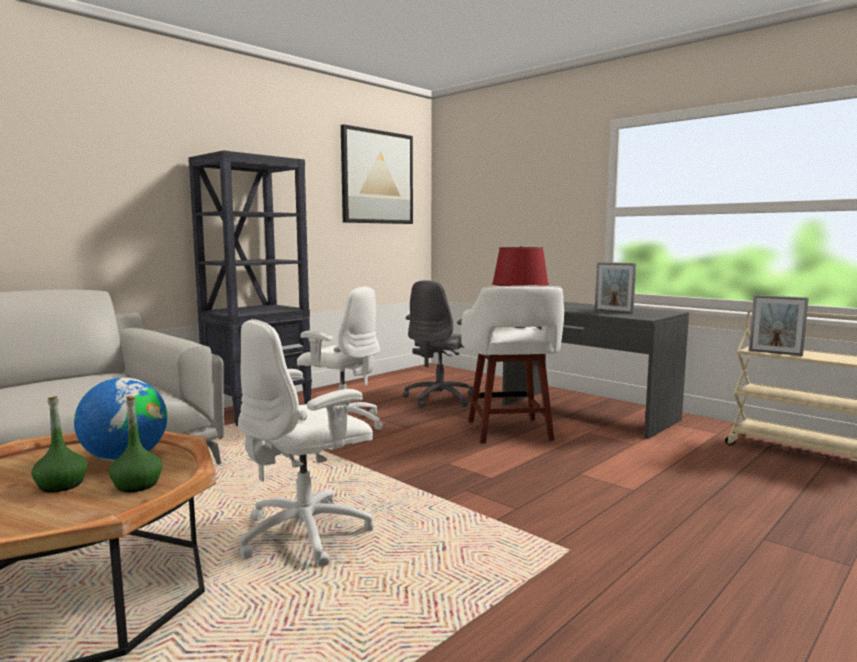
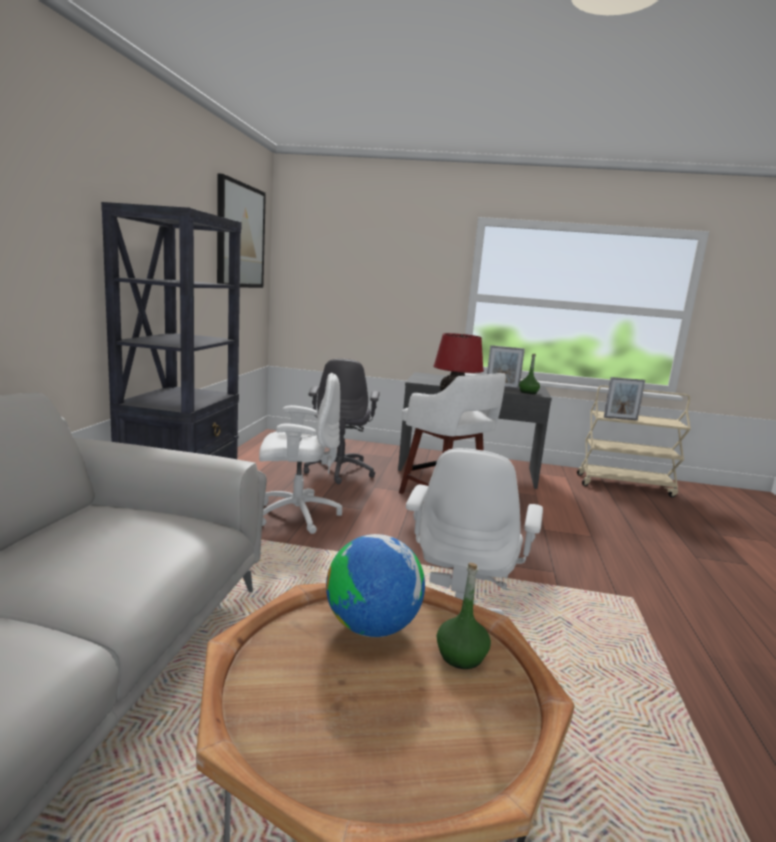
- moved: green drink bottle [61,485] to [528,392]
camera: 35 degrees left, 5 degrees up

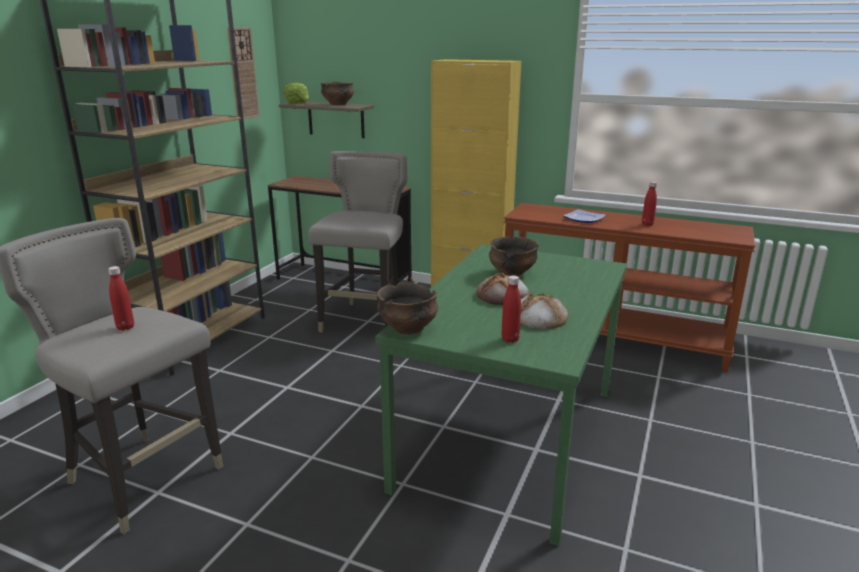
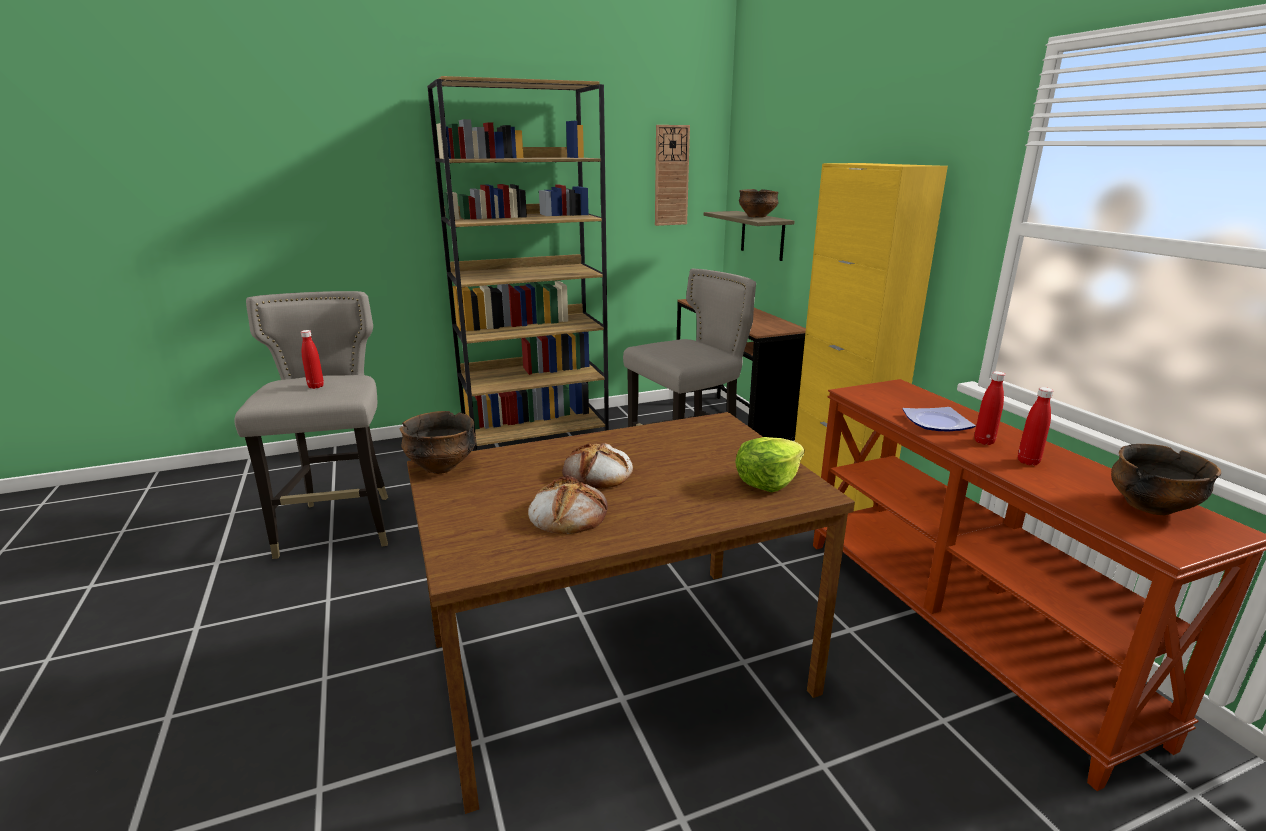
- moved: lettuce [297,102] to [767,481]
- recoloured: green dinner table [508,436] to brownish dinner table [620,664]
- moved: deep dish [511,273] to [1150,507]
- moved: reddish drink bottle [510,339] to [984,441]
camera: 45 degrees right, 0 degrees up

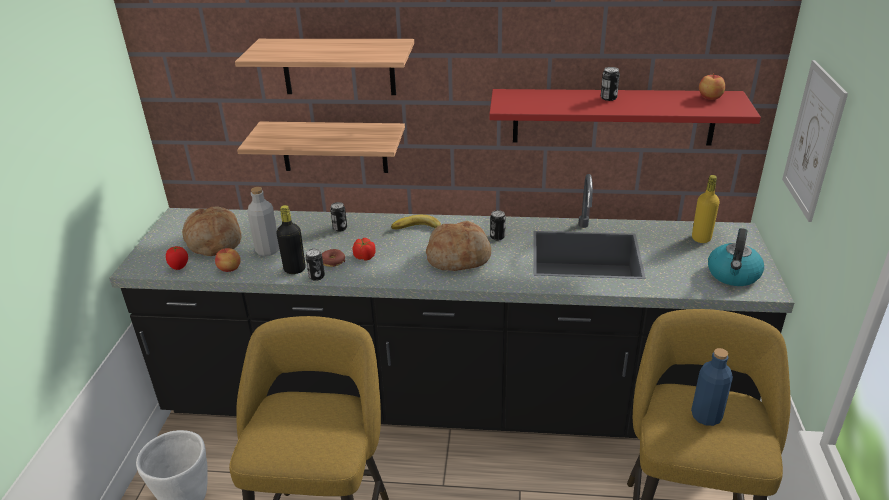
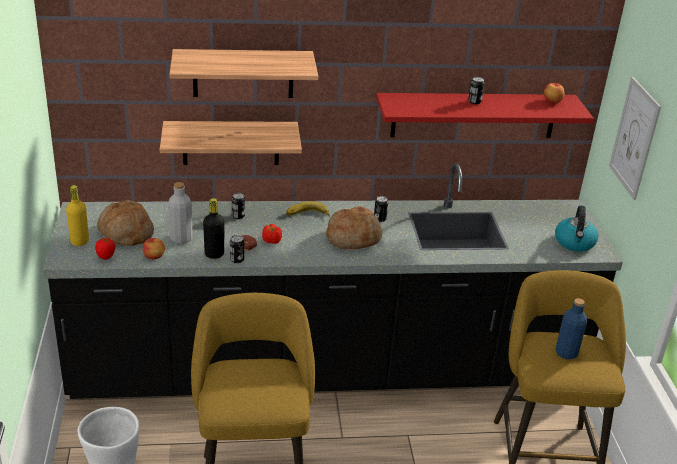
- moved: yellowish drink bottle [701,238] to [79,241]
camera: 15 degrees left, 0 degrees up

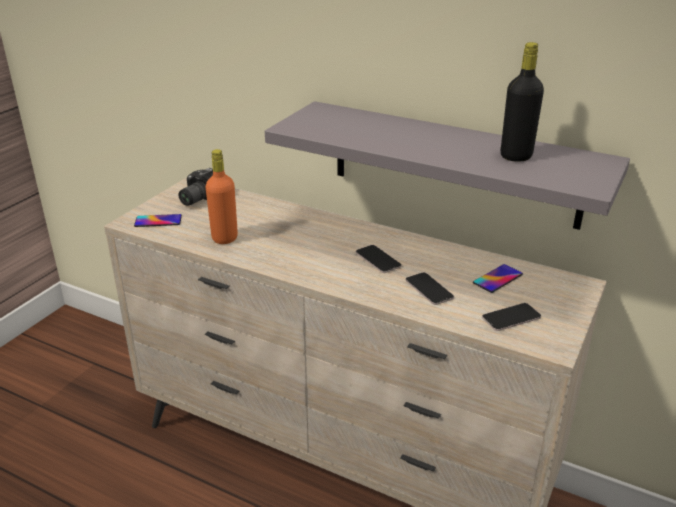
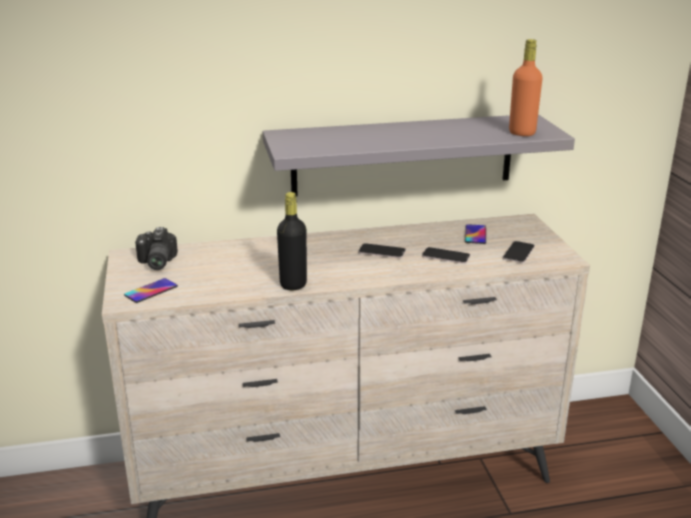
- moved: orangey drink bottle [224,238] to [522,133]
- moved: black-coloured drink bottle [516,156] to [293,284]
camera: 40 degrees left, 5 degrees down

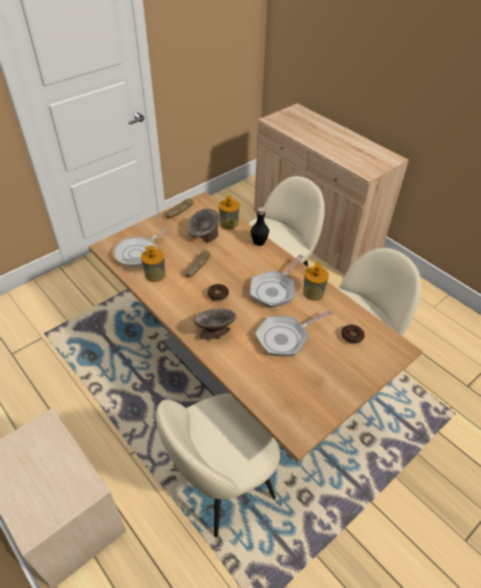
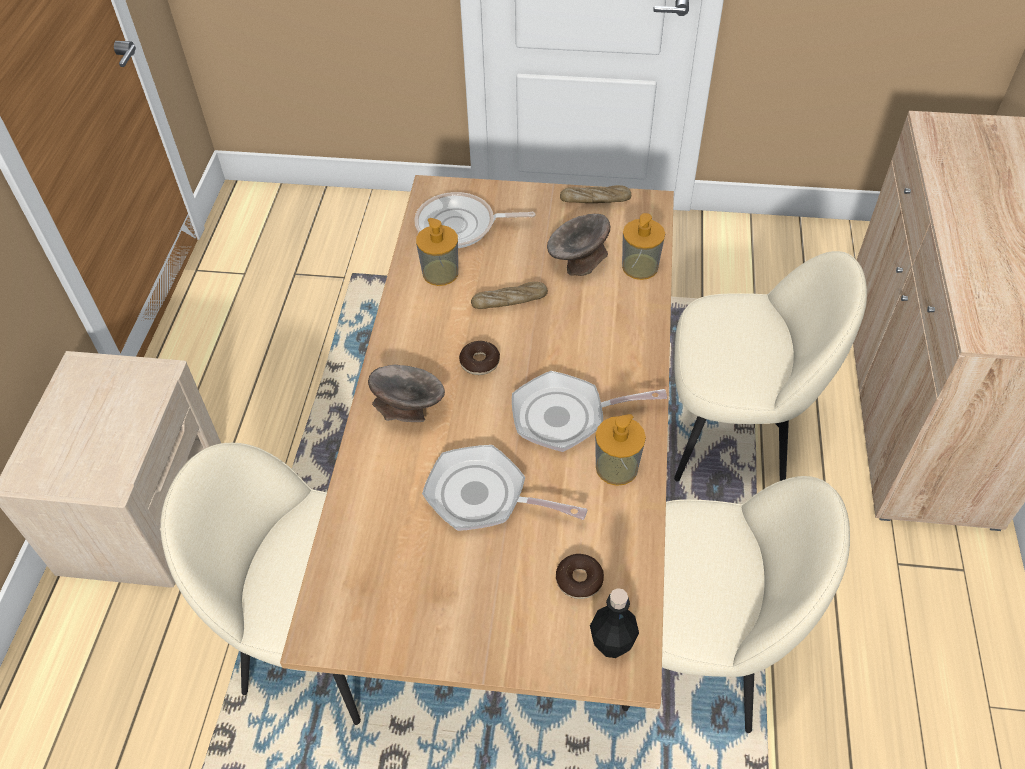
- moved: black-coloured drink bottle [259,242] to [612,644]
camera: 50 degrees right, 5 degrees up

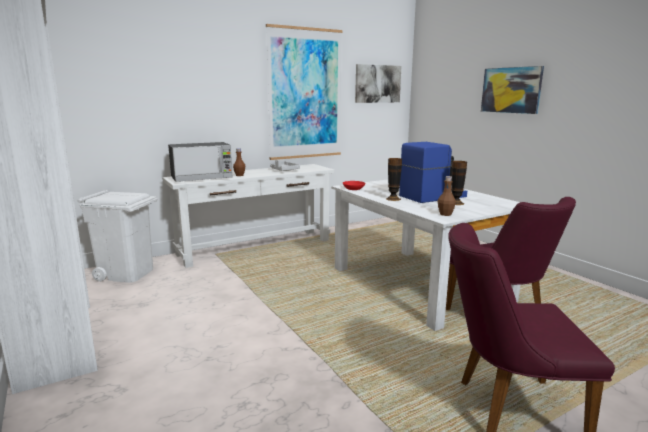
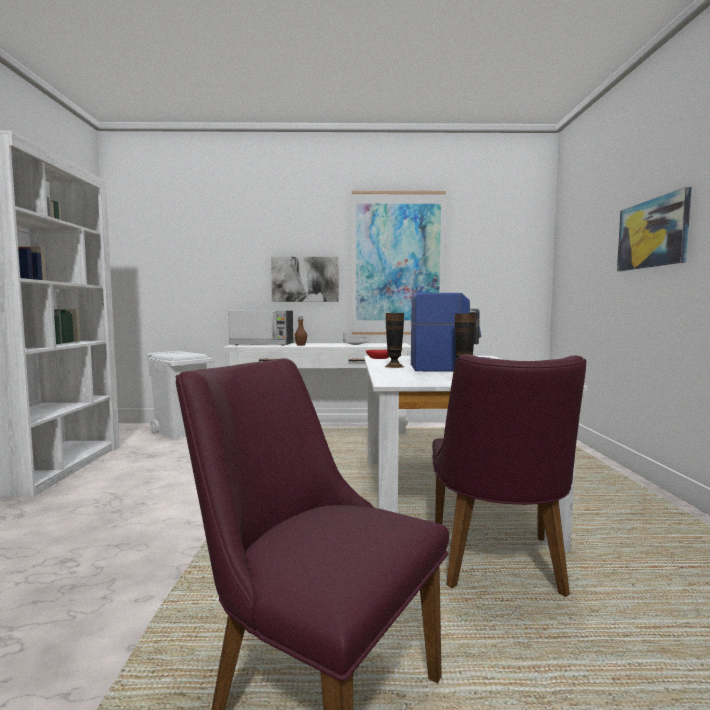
- moved: picture [377,84] to [305,279]
- removed: brownish drink bottle [445,214]
camera: 30 degrees right, 10 degrees down

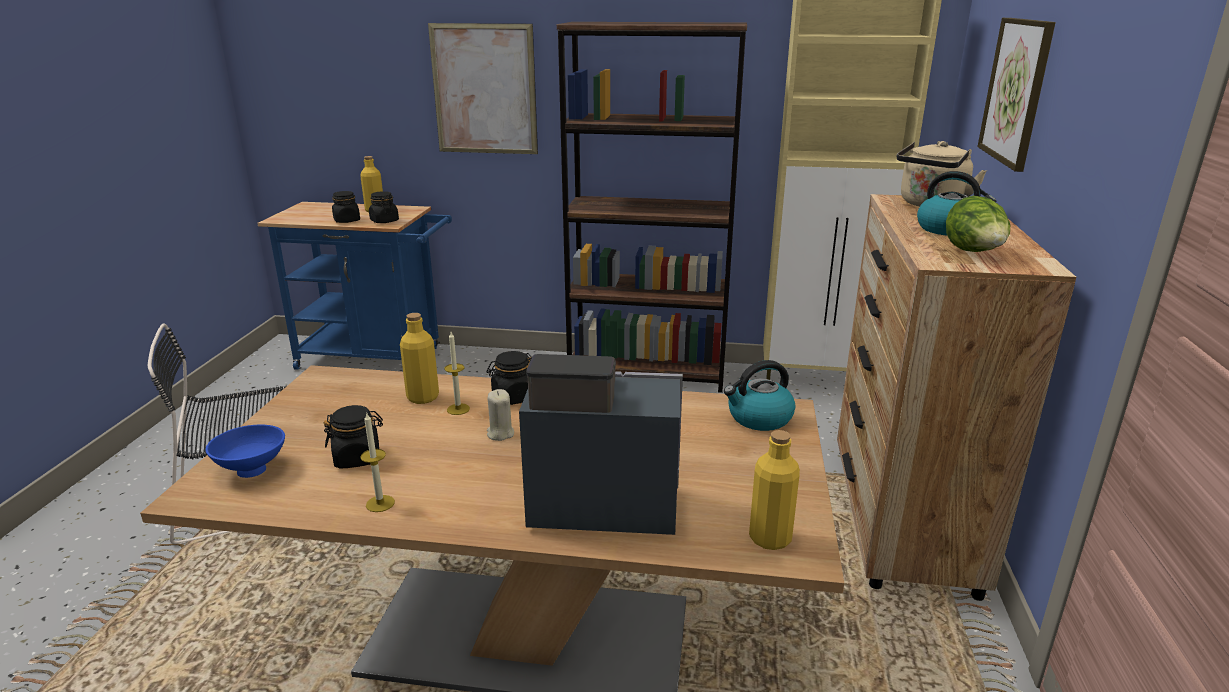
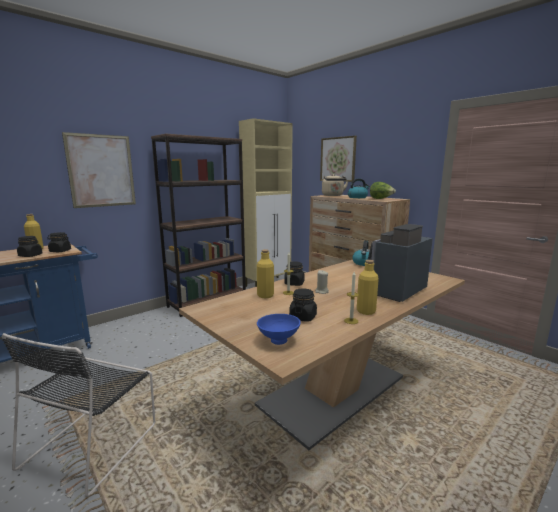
- moved: yellowish drink bottle [770,538] to [366,311]
camera: 50 degrees left, 10 degrees down

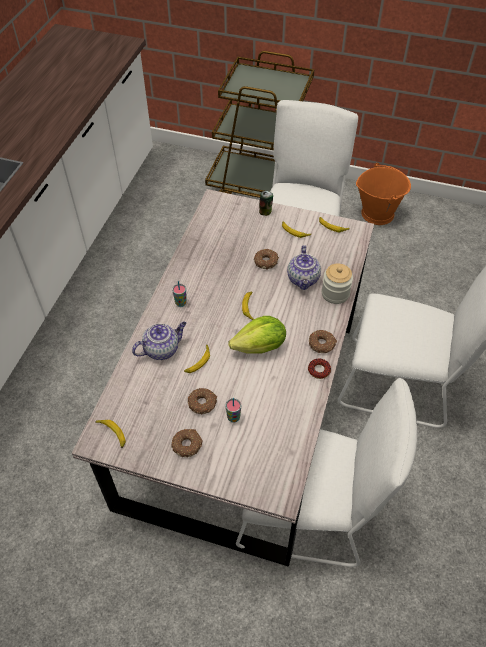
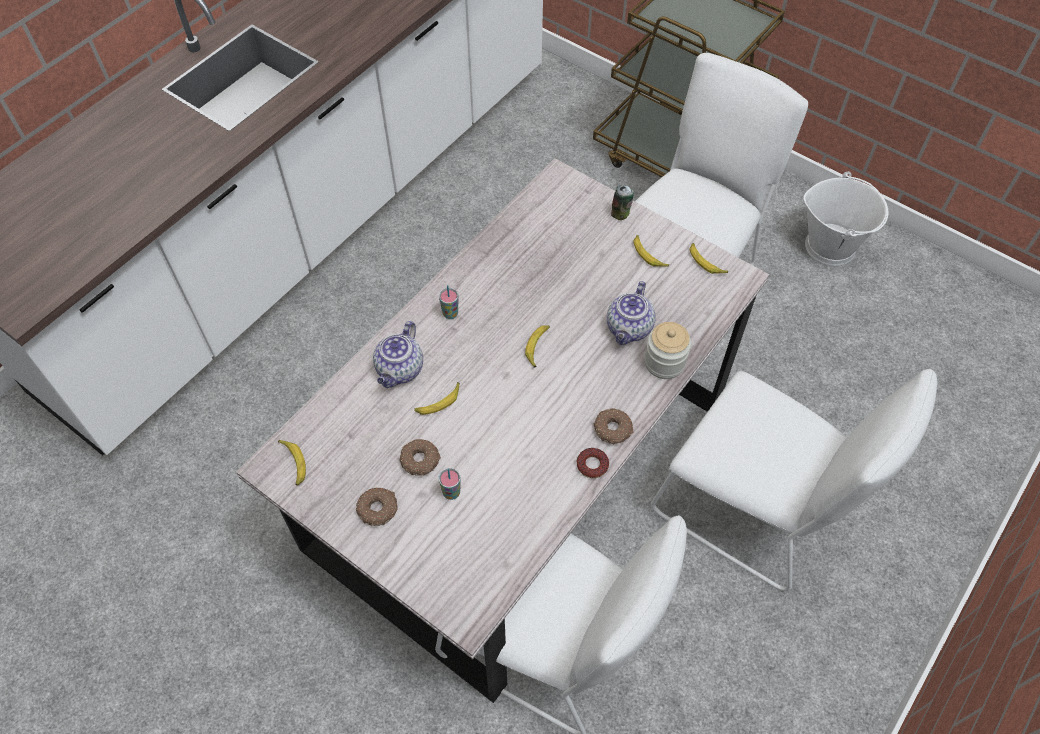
- turned: pot for tea [162,349] = [400,370] 120 degrees clockwise
- removed: lettuce [260,347]
- removed: ring doughnut [266,261]
- recoloured: orangey pail [377,213] to white pail [830,246]
camera: 20 degrees right, 5 degrees up

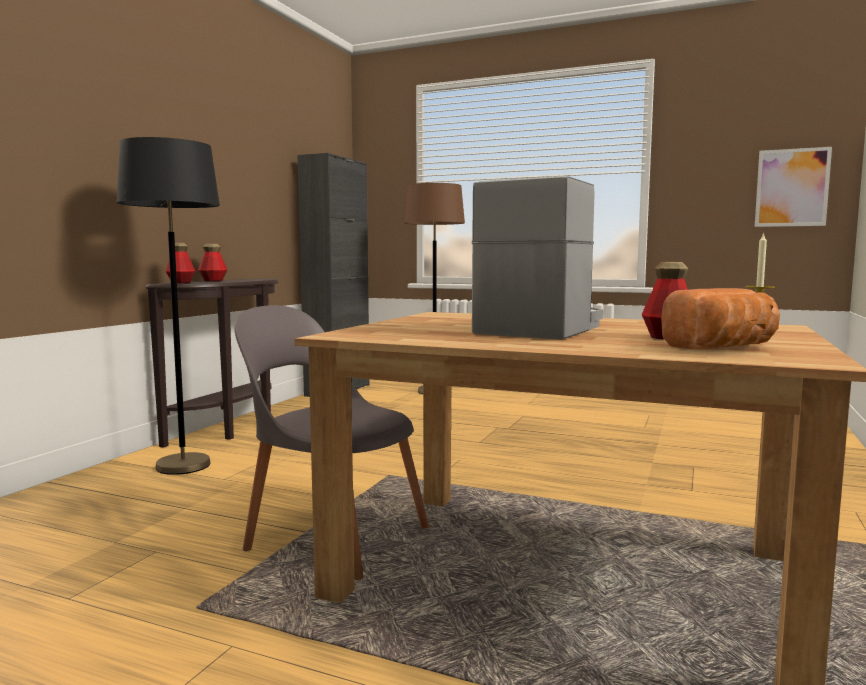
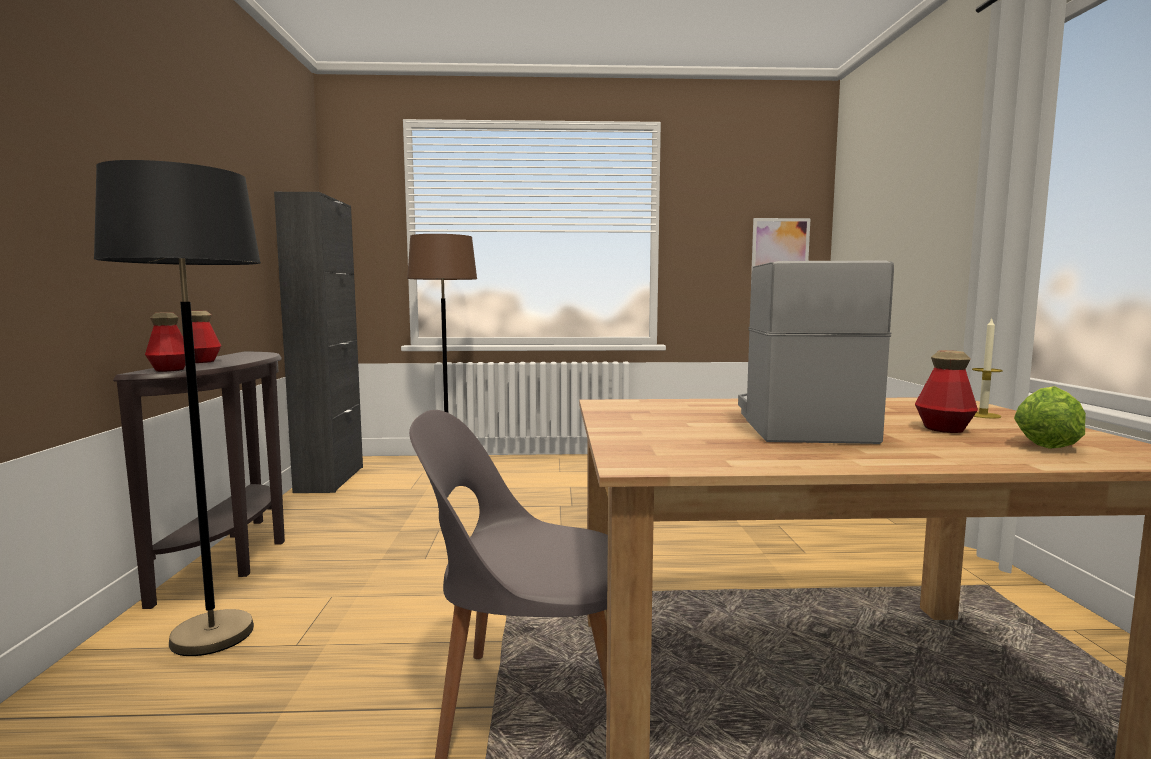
- replaced: bread [724,348] to lettuce [1046,443]
camera: 25 degrees left, 0 degrees up

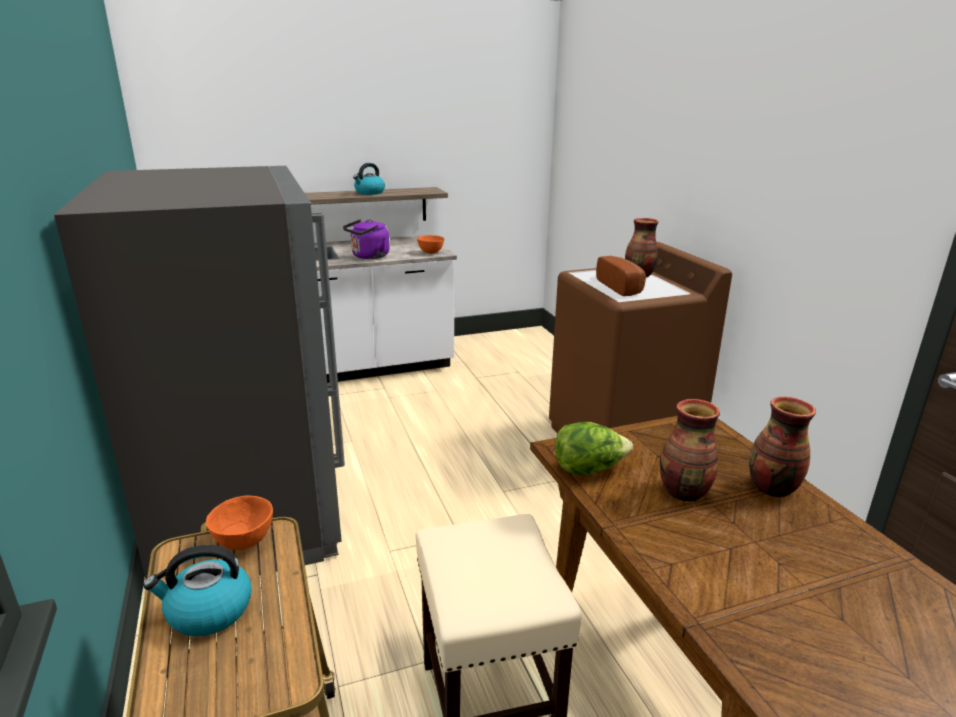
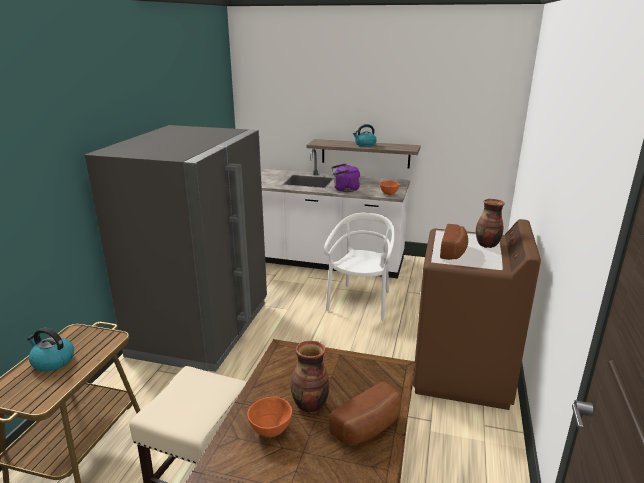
- moved: orangey deep dish [243,542] to [270,430]
- removed: lettuce [588,469]
- replaced: decorative vase [771,488] to bread [369,428]
- added: white upright chair [360,302]
camera: 35 degrees right, 0 degrees up

